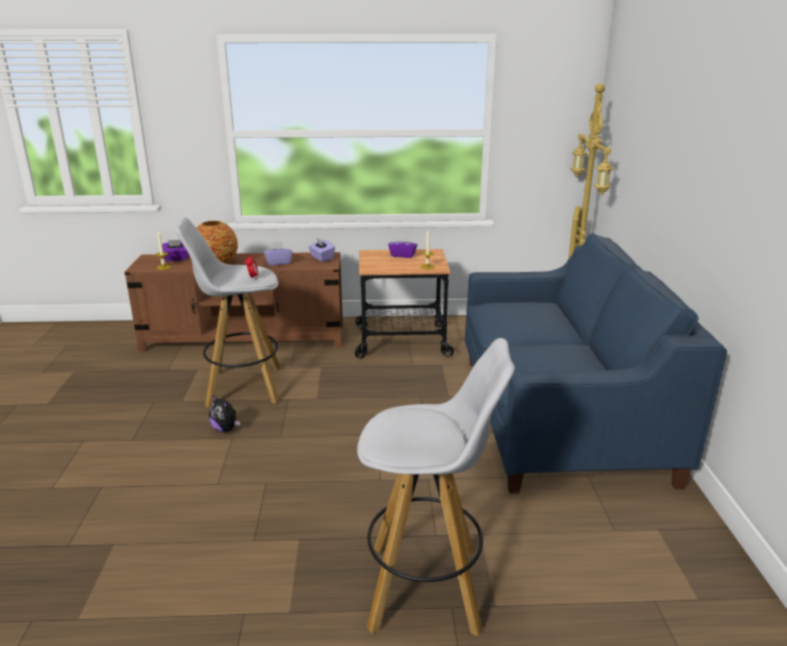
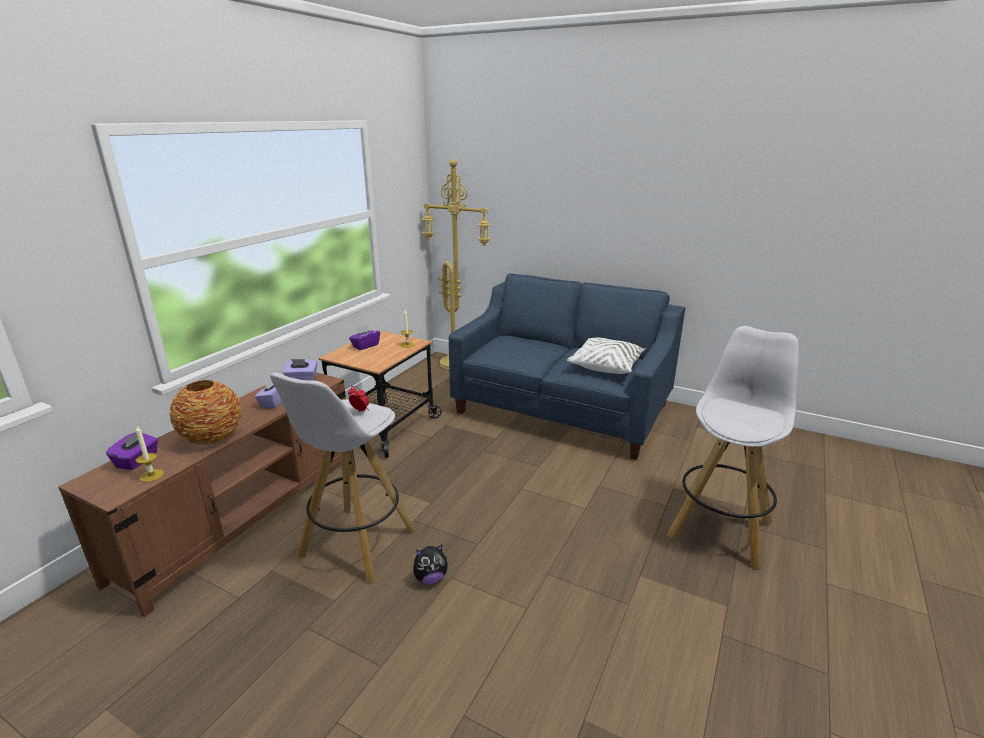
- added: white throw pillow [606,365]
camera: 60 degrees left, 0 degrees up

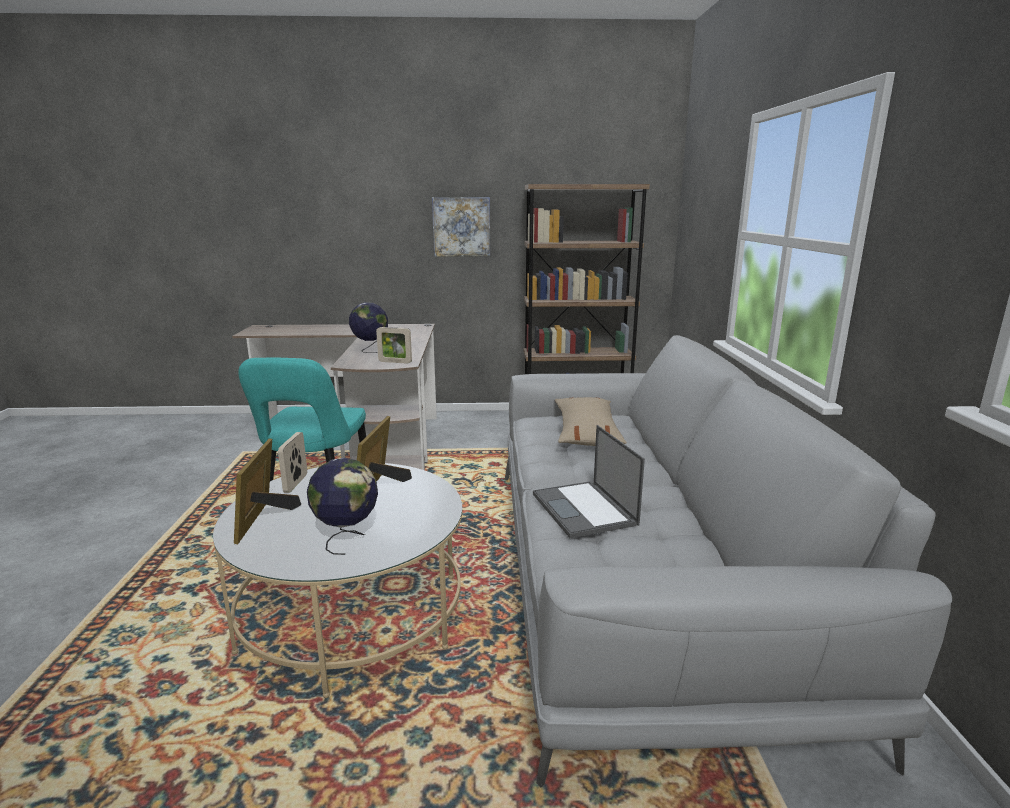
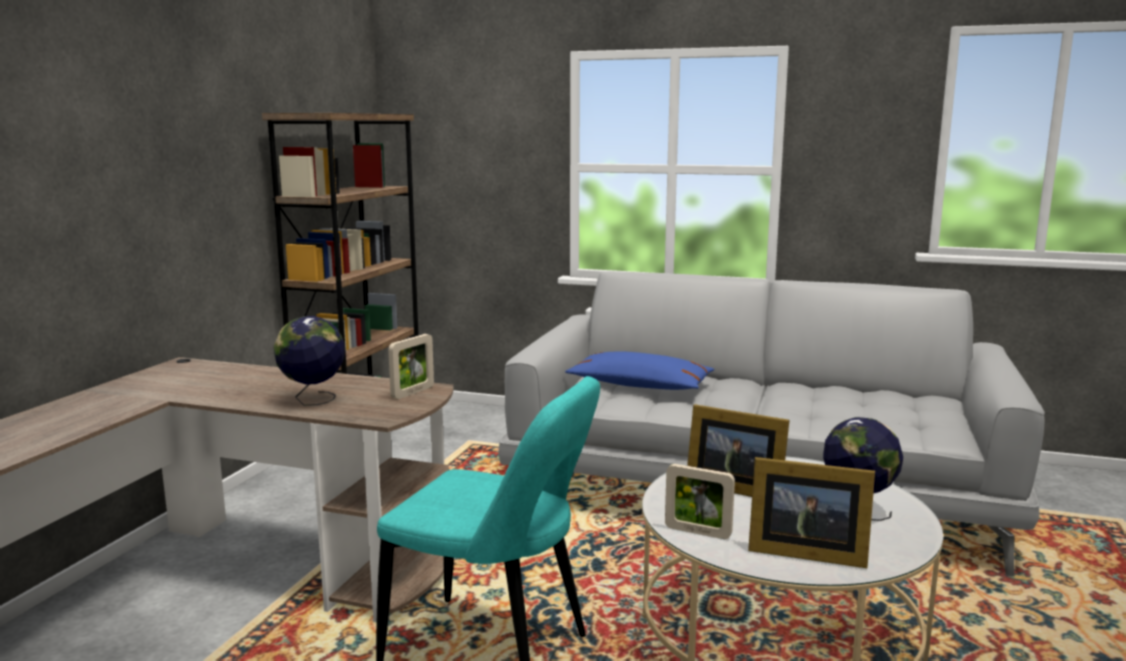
- removed: picture [461,226]
- removed: portable computer [584,509]
- recoloured: sand-coloured throw pillow [586,433] to bluish throw pillow [640,386]
camera: 70 degrees left, 5 degrees down

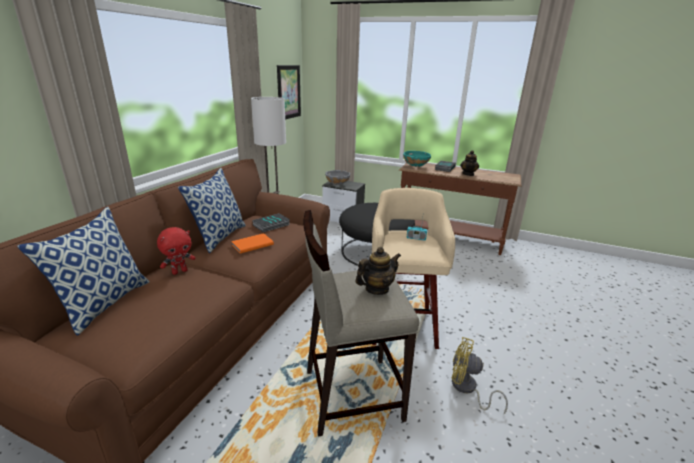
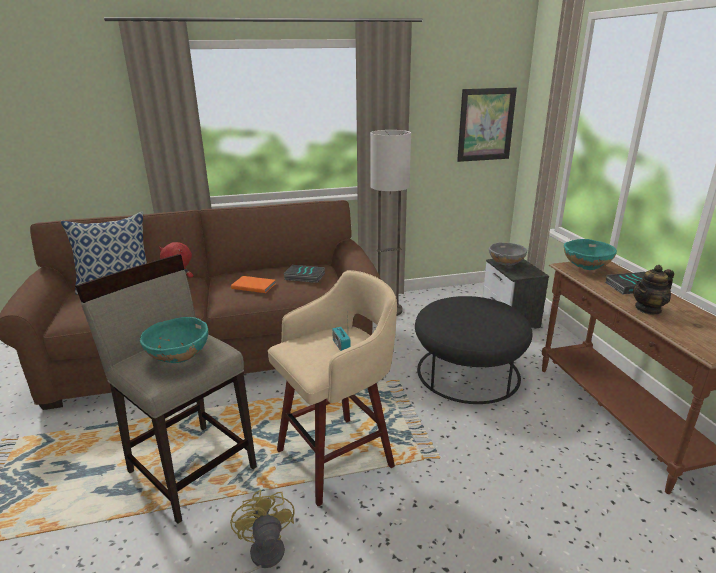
- removed: throw pillow [219,237]
- replaced: pot for tea [377,289] to blue-green deep dish [179,359]
camera: 55 degrees right, 0 degrees up

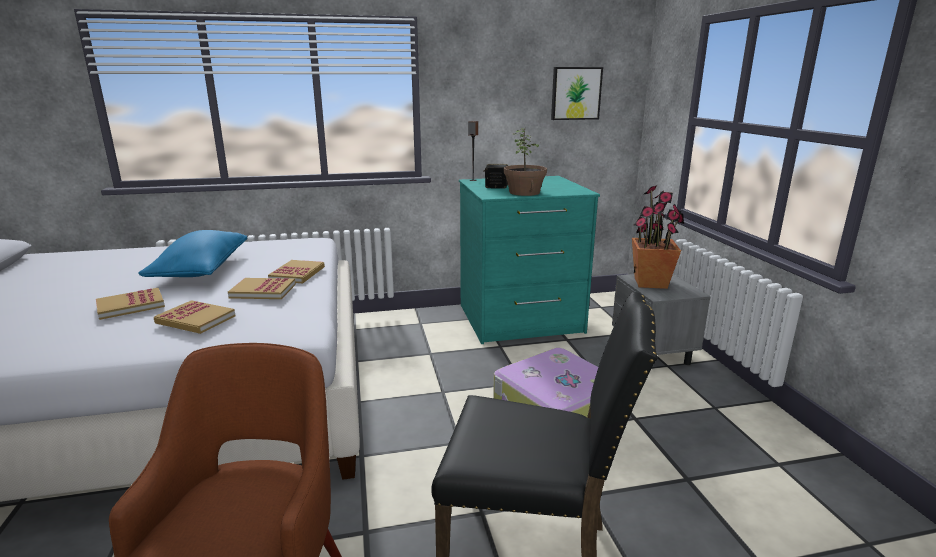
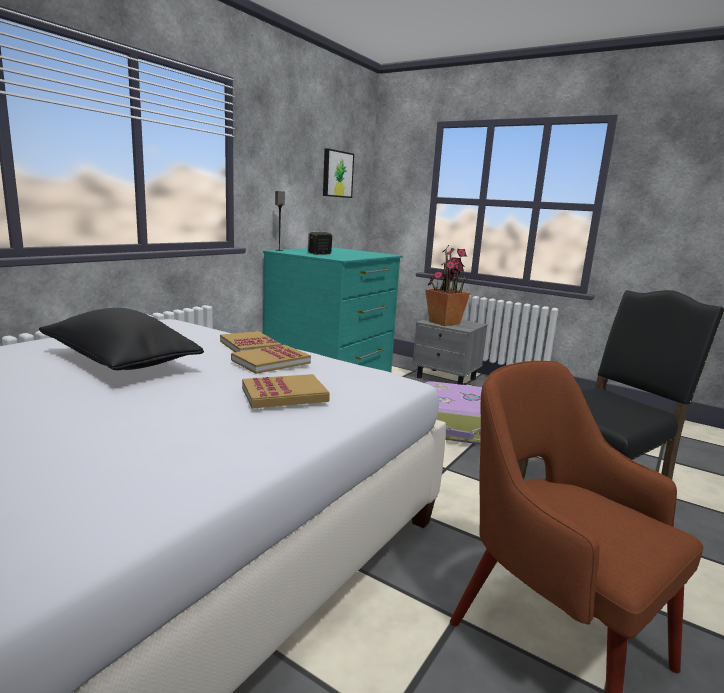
- removed: bound book [131,306]
- recoloured: bluish throw pillow [201,270] to black-coloured throw pillow [120,363]
- removed: houseplant [525,192]
camera: 45 degrees left, 5 degrees down

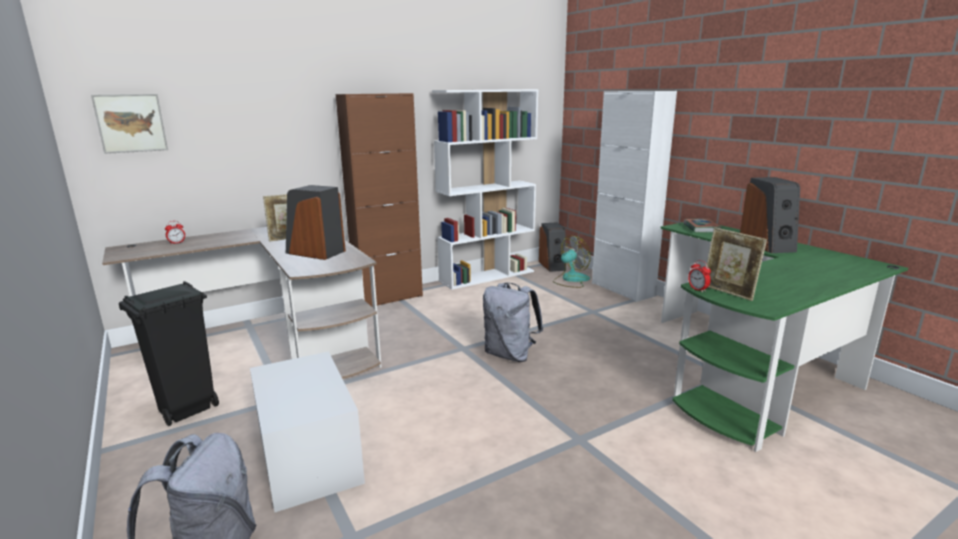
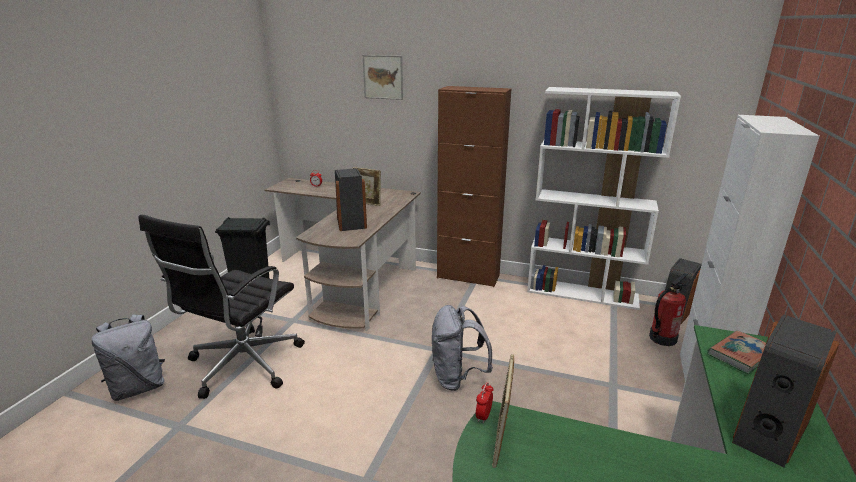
- moved: picture [131,123] to [383,77]
- replaced: white storage box [309,457] to black-coloured office chair [242,365]
- replaced: fan [570,280] to fire extinguisher [662,338]
camera: 50 degrees right, 5 degrees up

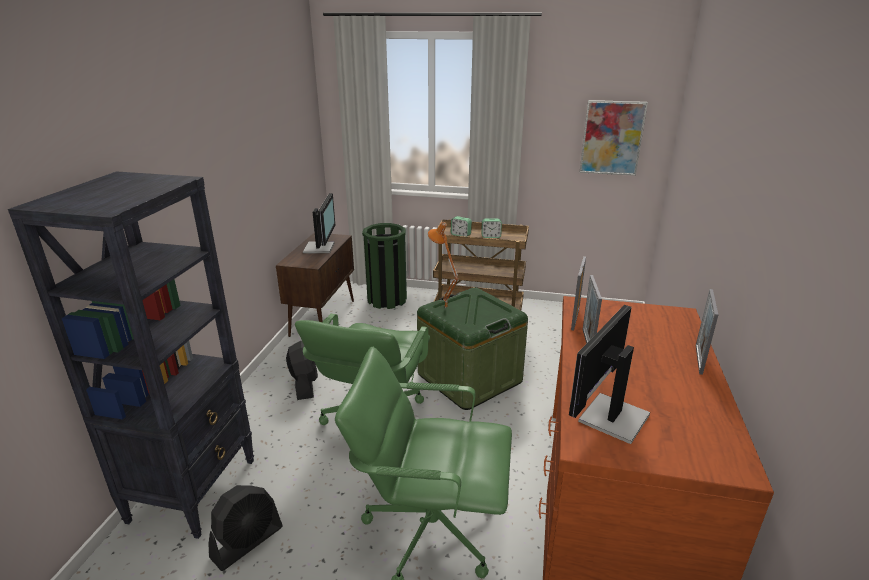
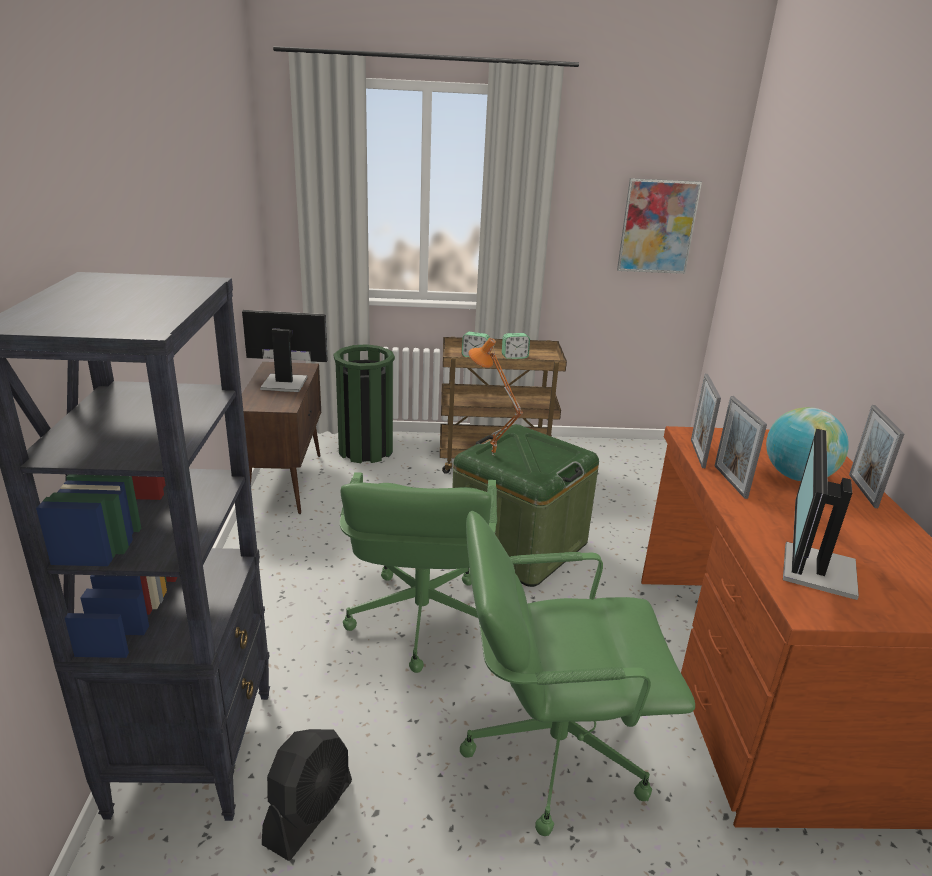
- removed: black-coloured fan [304,385]
- turned: computer screen [320,247] = [284,382] 75 degrees counterclockwise
- added: globe [797,477]
camera: 15 degrees left, 0 degrees up

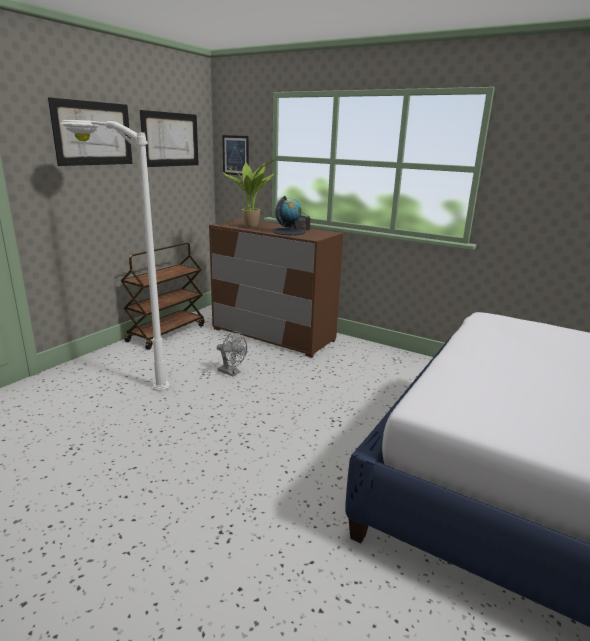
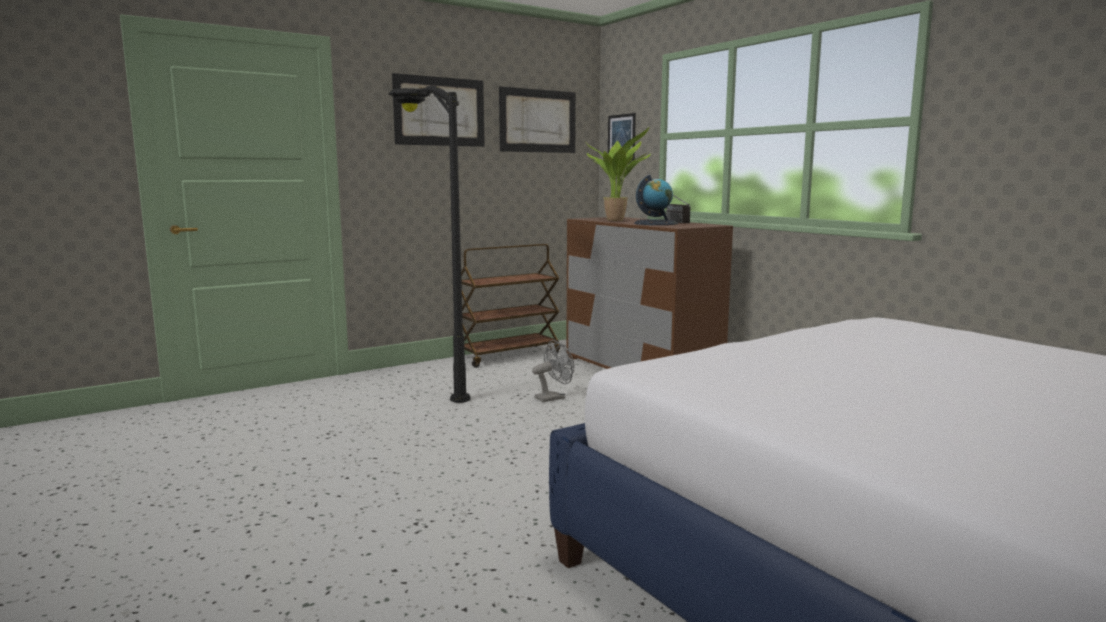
- recoloured: white standing lamp [124,374] to black-coloured standing lamp [430,384]
- turned: greyish fan [232,372] = [554,397] 90 degrees counterclockwise
camera: 25 degrees right, 10 degrees down

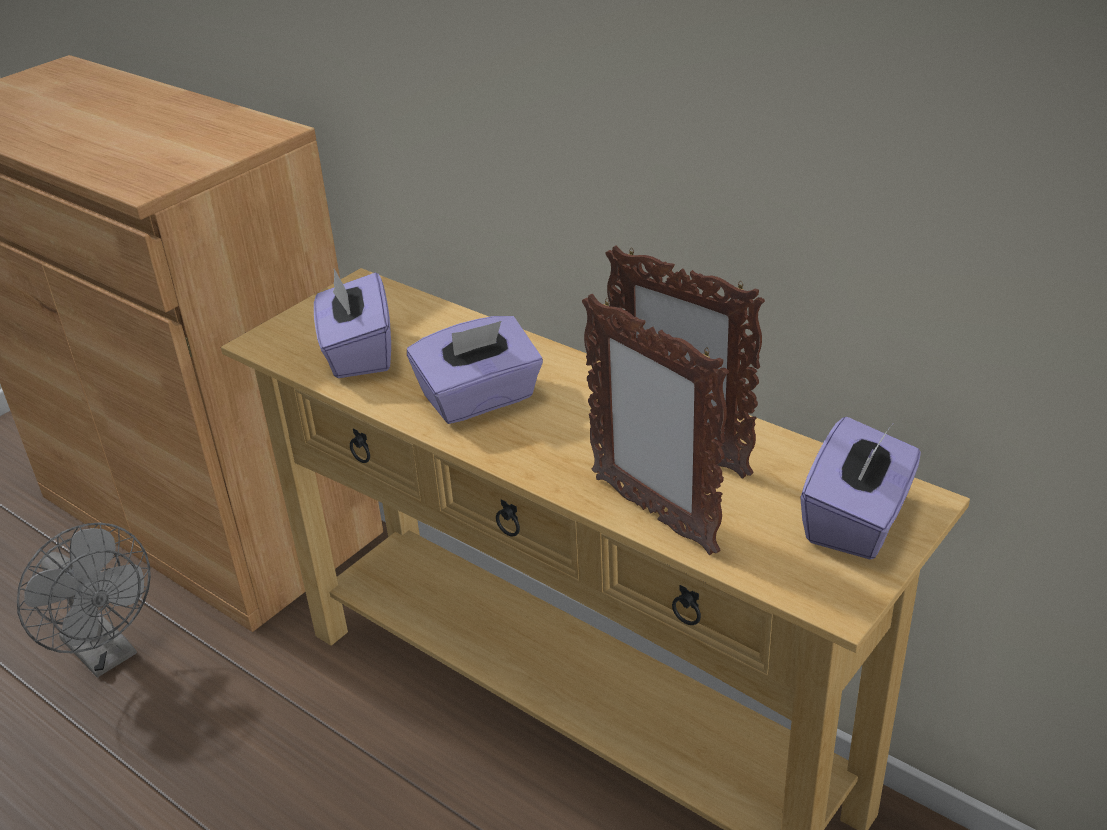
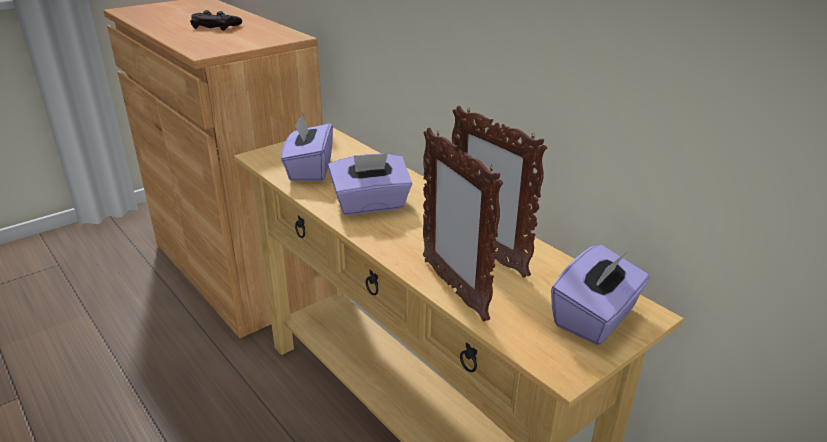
- removed: greyish fan [107,654]
- added: black-coloured gamepad [216,26]
camera: 10 degrees right, 5 degrees down

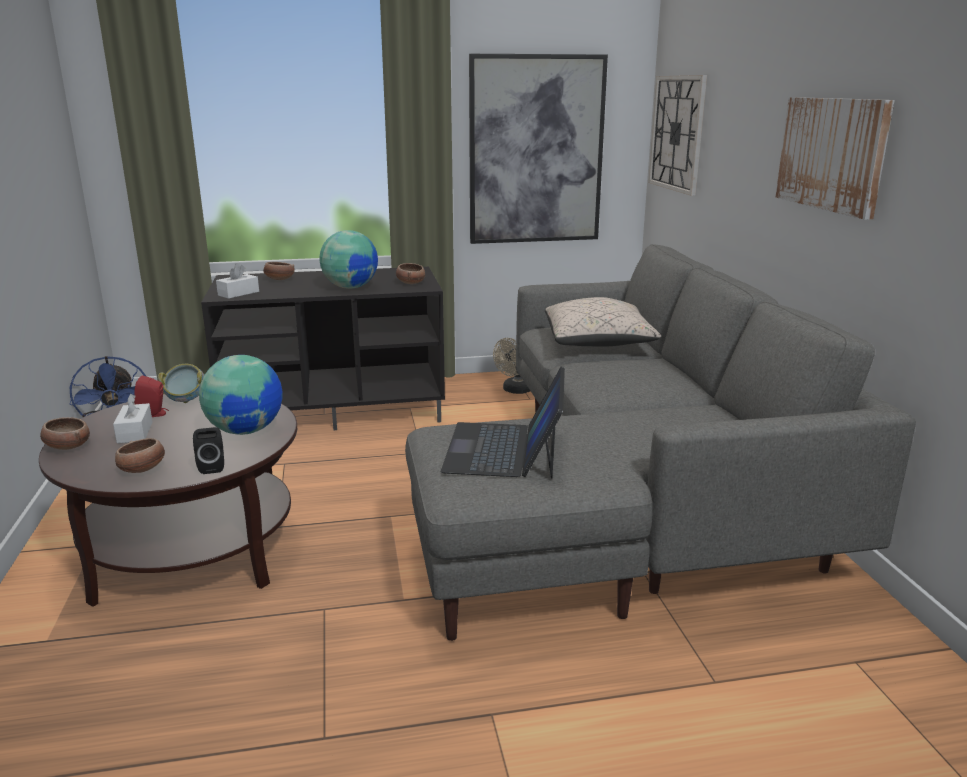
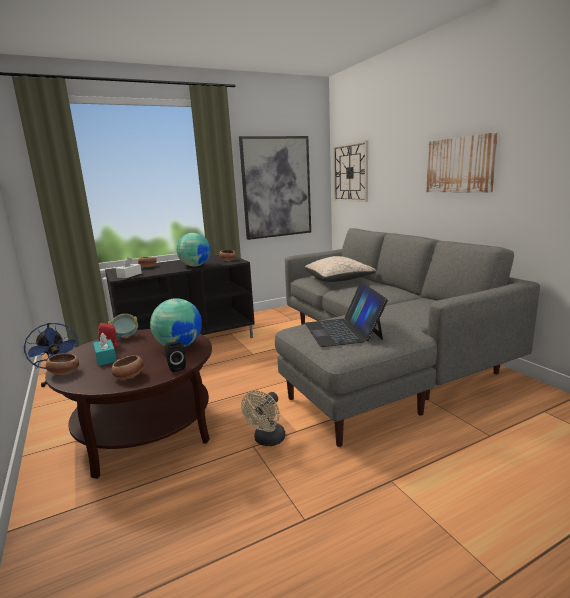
- recoloured: white tissue box [135,432] to blue-green tissue box [106,358]
- moved: sand-coloured fan [514,390] to [267,440]
camera: 15 degrees left, 5 degrees down

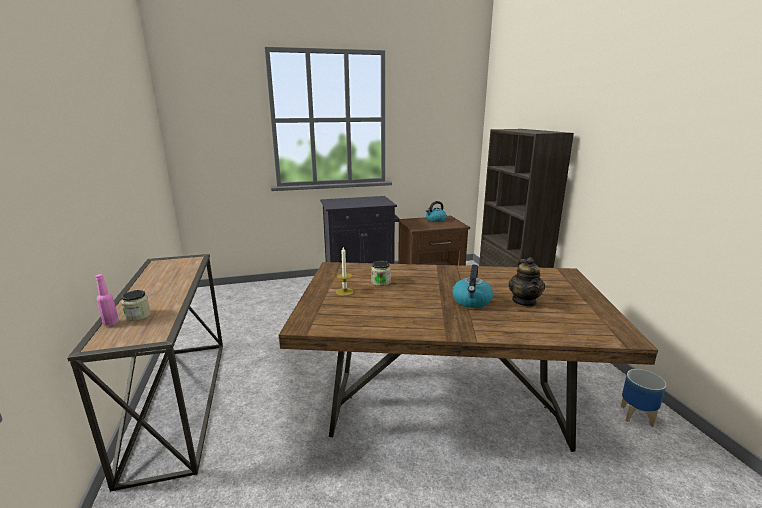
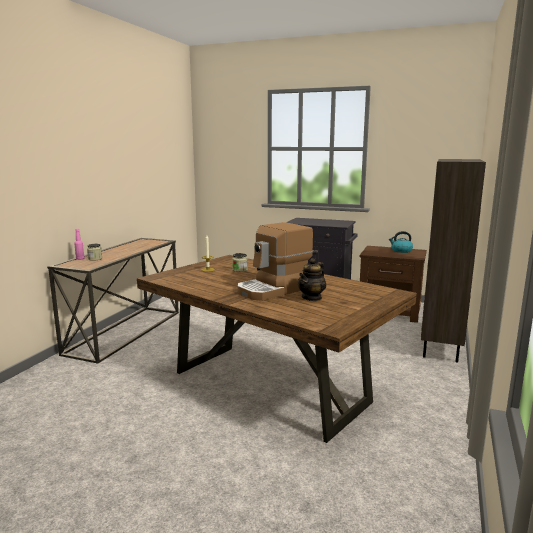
- replaced: kettle [472,301] to coffee maker [274,289]
- removed: planter [637,416]
camera: 35 degrees right, 5 degrees down

